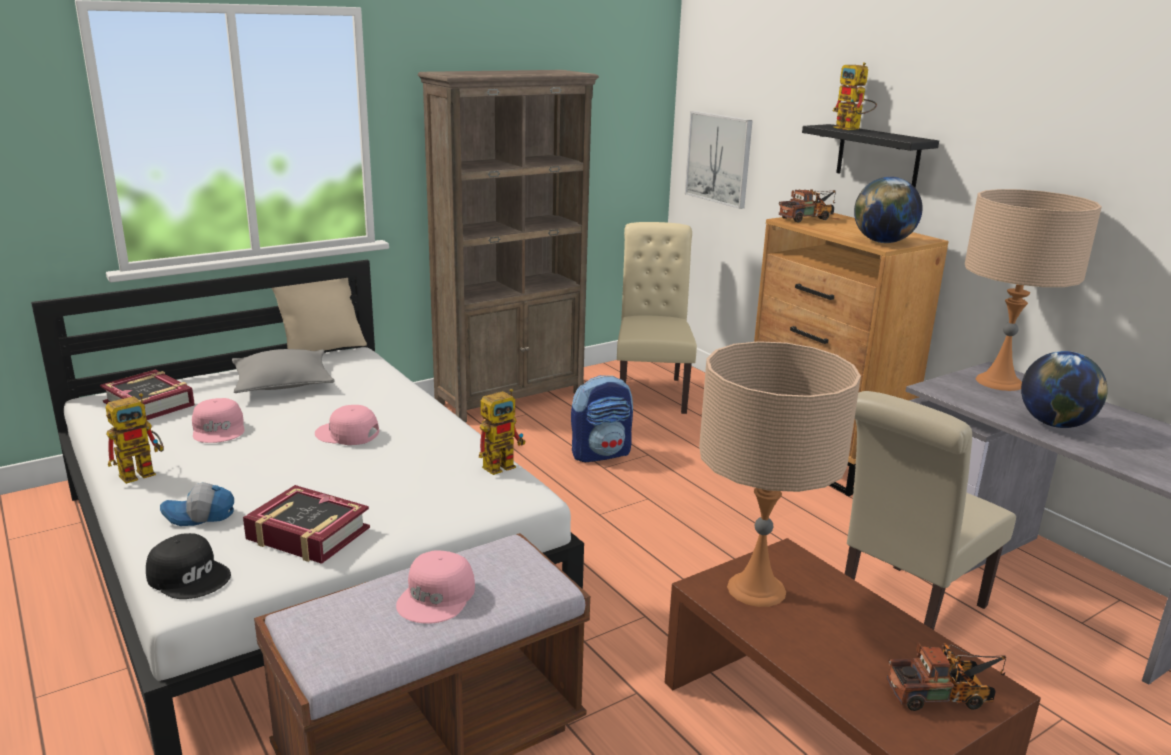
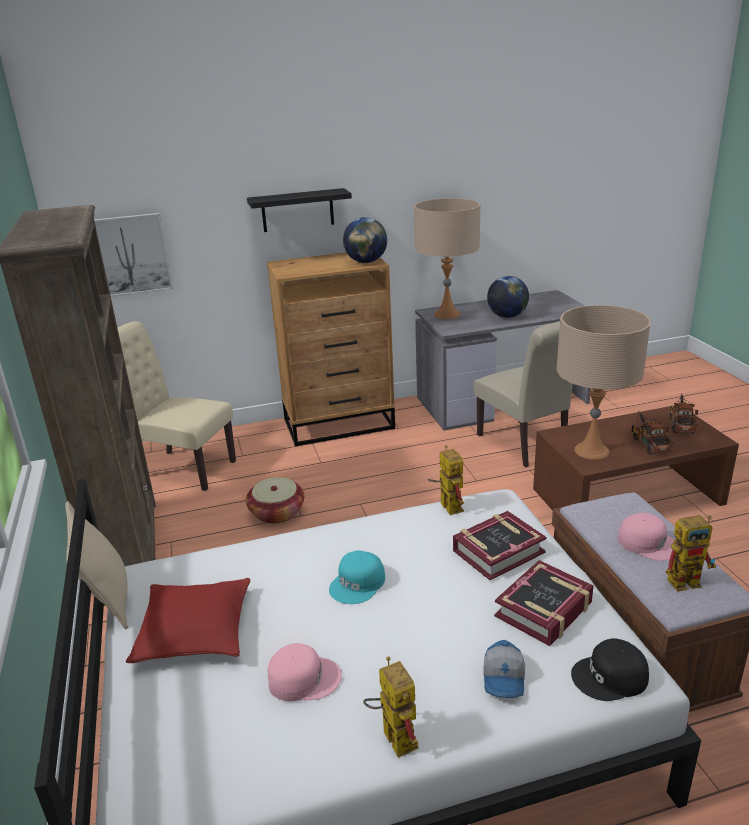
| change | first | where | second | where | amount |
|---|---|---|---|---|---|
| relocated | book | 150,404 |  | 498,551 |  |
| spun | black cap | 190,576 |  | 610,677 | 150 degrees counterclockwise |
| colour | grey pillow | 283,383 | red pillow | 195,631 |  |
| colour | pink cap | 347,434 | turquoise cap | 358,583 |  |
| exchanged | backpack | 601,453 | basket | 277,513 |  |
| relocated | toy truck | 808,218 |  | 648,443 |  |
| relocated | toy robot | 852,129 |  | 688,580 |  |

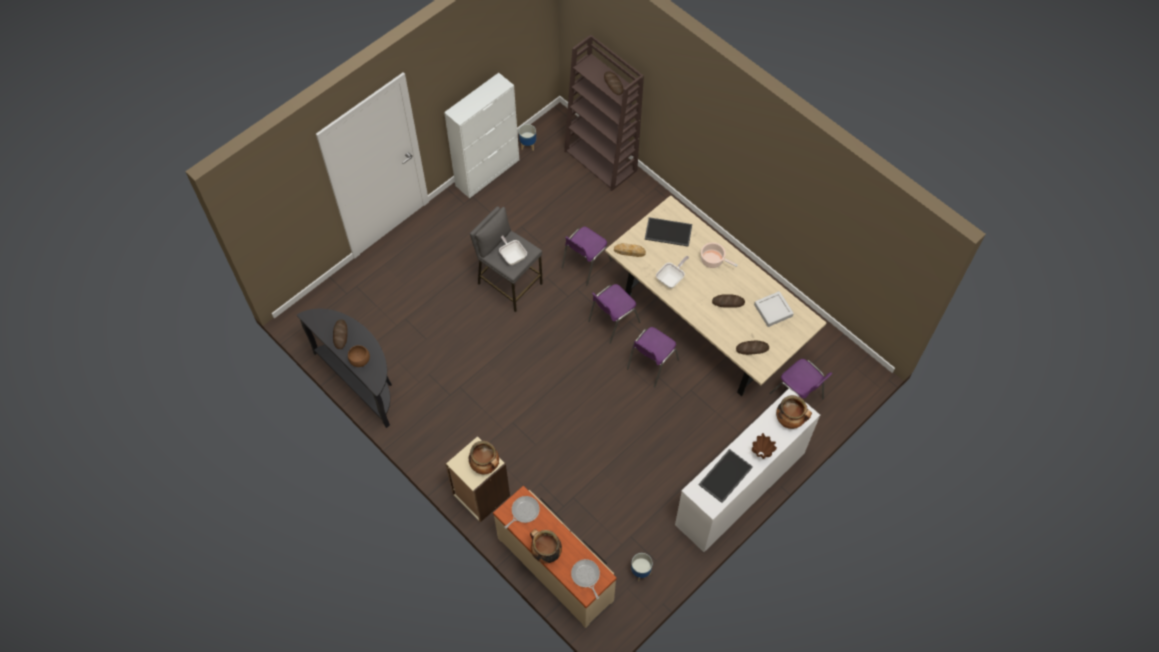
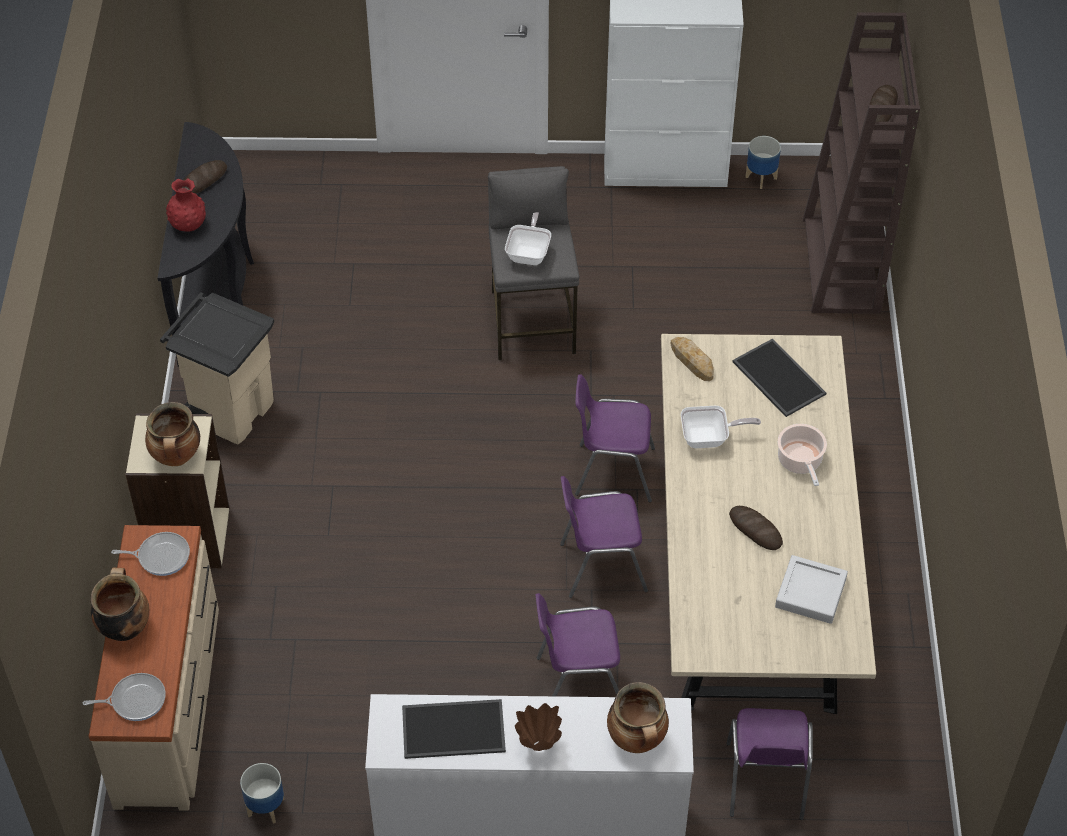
| change | first | where | second | where | amount |
|---|---|---|---|---|---|
| exchanged | brown bowl | 360,361 | red vase | 188,225 |  |
| relocated | purple chair | 585,264 |  | 578,683 |  |
| spun | frying pan | 586,576 |  | 135,700 | 60 degrees clockwise |
| missing | bread | 752,349 |  |  |  |
| appeared |  |  | beige trash can | 231,410 |  |

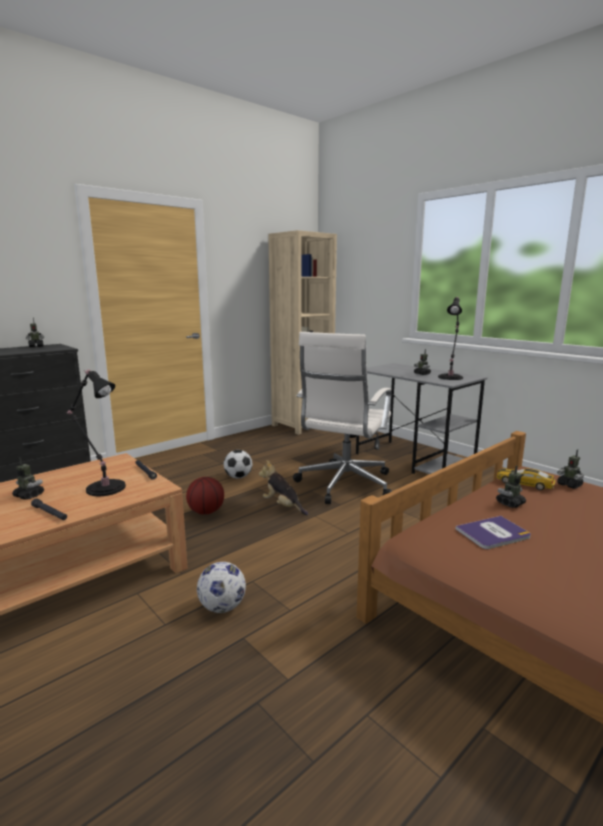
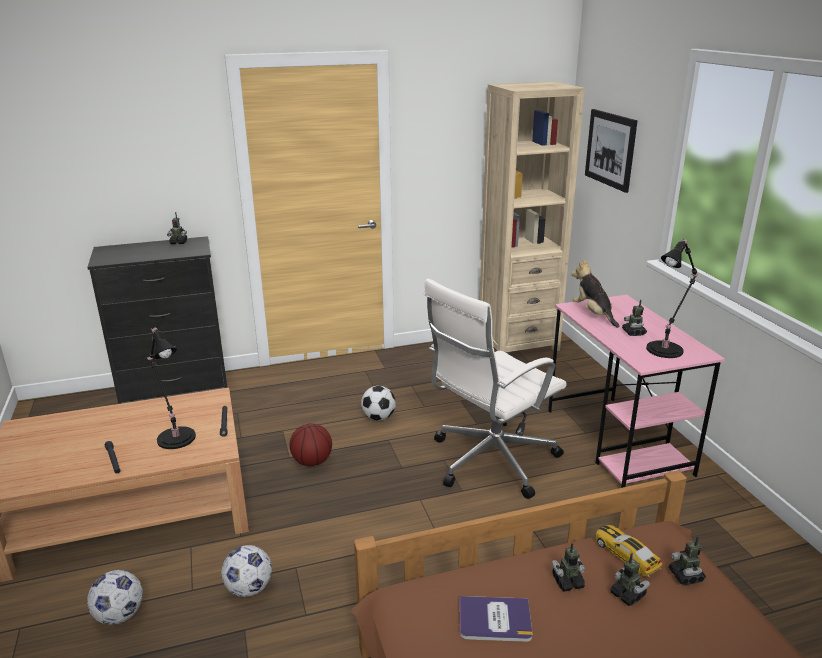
| change | first | where | second | where | amount |
|---|---|---|---|---|---|
| relocated | toy robot | 29,495 |  | 627,595 |  |
| relocated | plush toy | 283,506 |  | 593,314 |  |
| colour | grey desk | 414,460 | pink desk | 617,442 |  |
| appeared |  |  | football | 120,615 |  |
| appeared |  |  | picture | 610,149 |  |

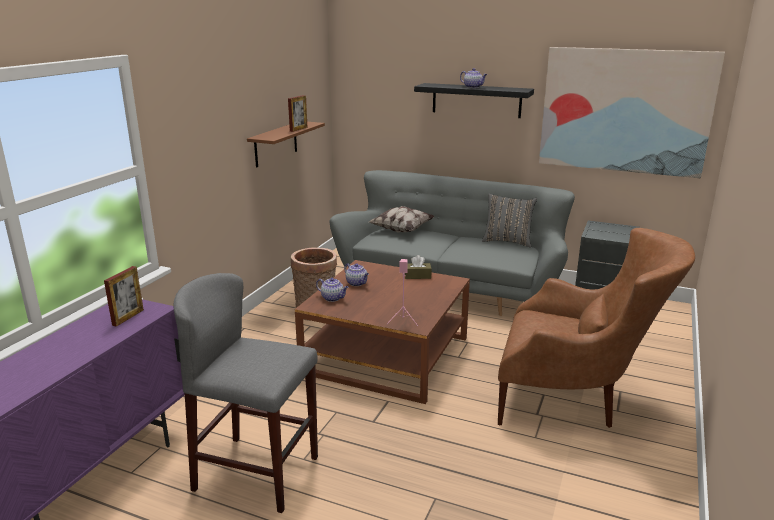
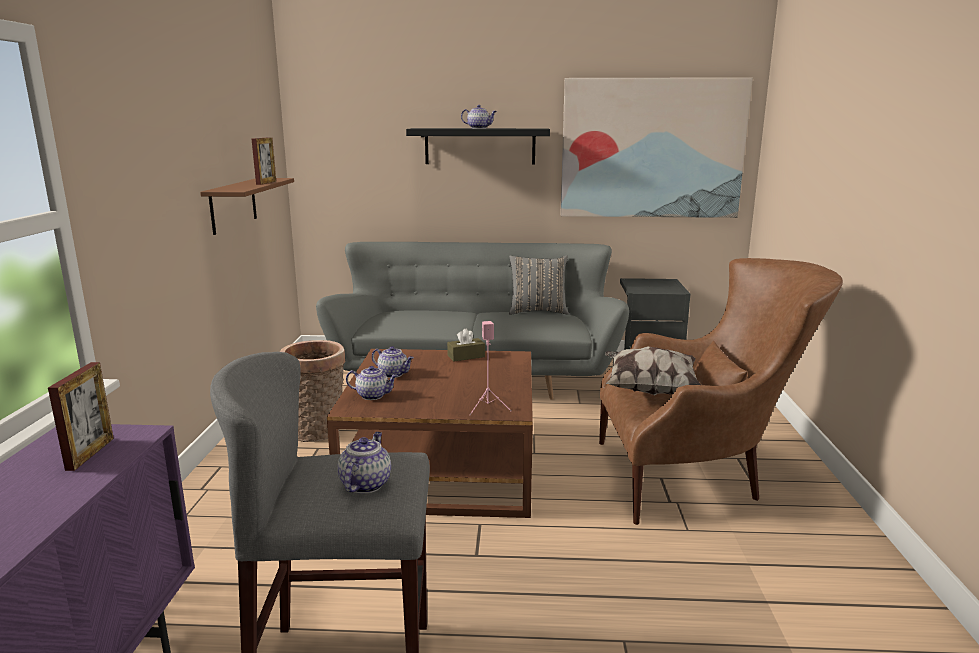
| change | first | where | second | where | amount |
|---|---|---|---|---|---|
| relocated | pillow | 401,230 |  | 650,390 |  |
| appeared |  |  | teapot | 365,484 |  |

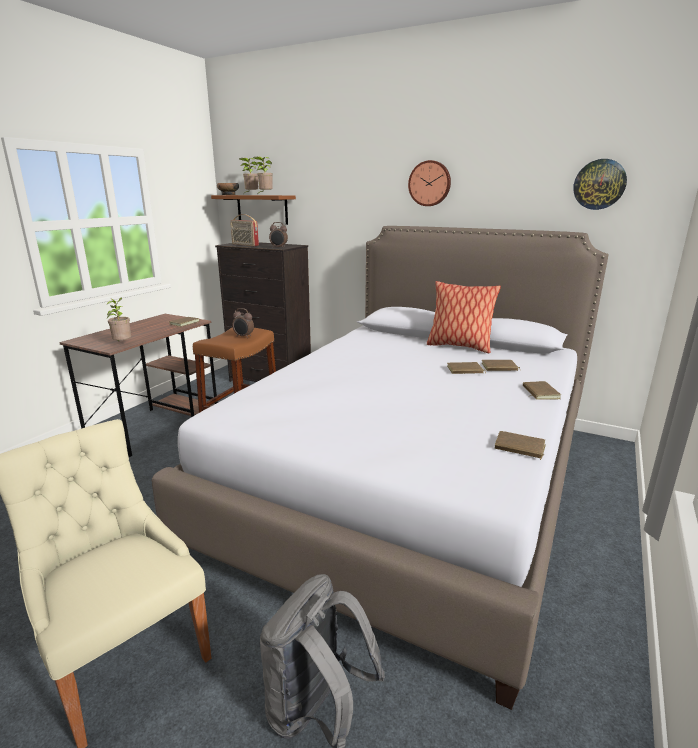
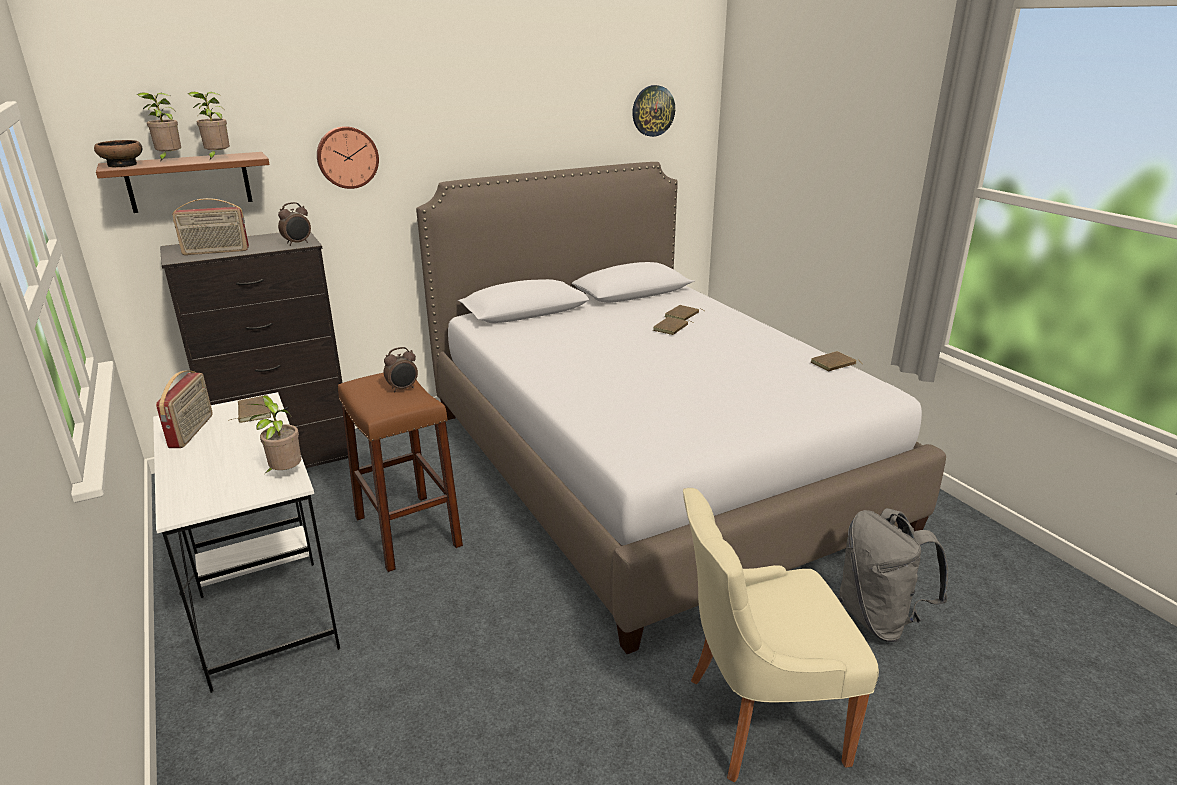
| change | first | where | second | where | amount |
|---|---|---|---|---|---|
| colour | brown desk | 156,423 | white desk | 262,600 |  |
| relocated | wall clock | 430,183 |  | 347,157 |  |
| missing | pillow | 459,346 |  |  |  |
| missing | brown book | 539,392 |  |  |  |
| appeared |  |  | radio | 192,431 |  |

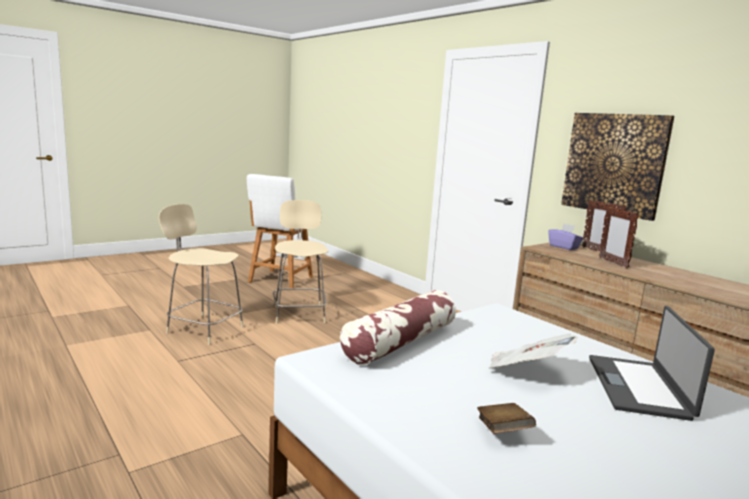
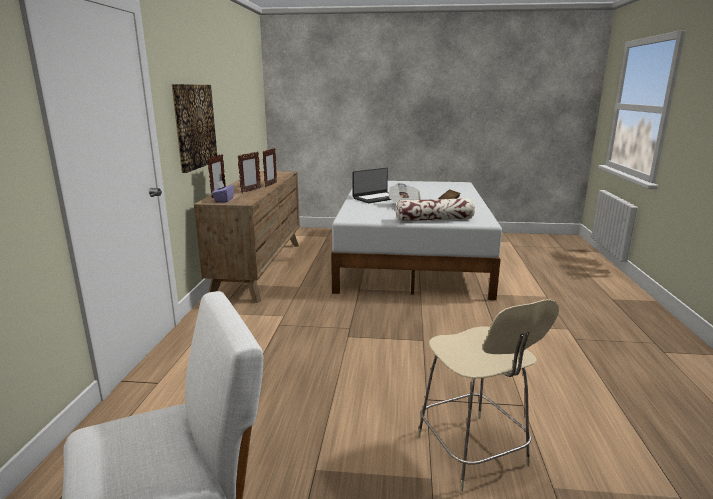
| change | first | where | second | where | amount |
|---|---|---|---|---|---|
| missing | beige chair | 299,313 |  |  |  |
| appeared |  |  | picture frame | 270,185 |  |

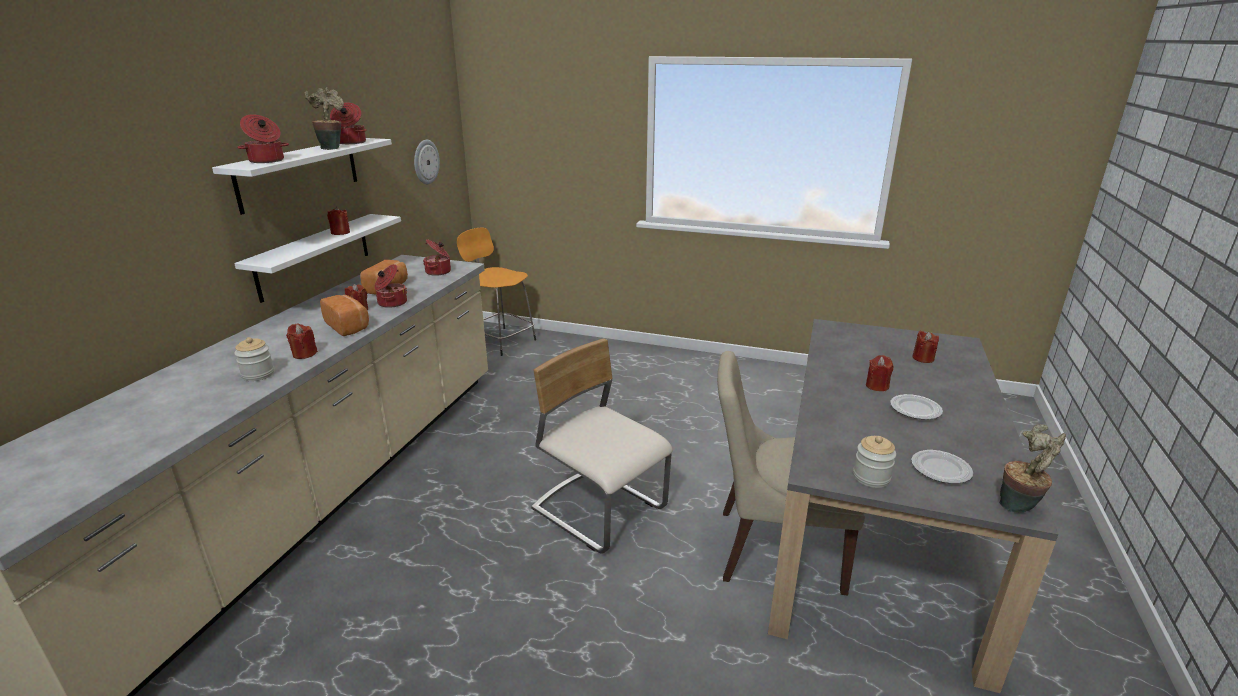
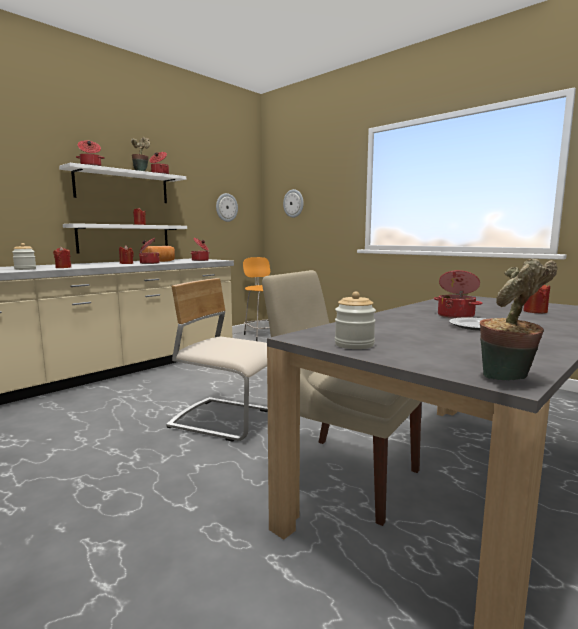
| change | first | where | second | where | amount |
|---|---|---|---|---|---|
| missing | bread | 348,326 |  |  |  |
| spun | beige chair | 599,510 |  | 225,419 | 45 degrees counterclockwise |
| exchanged | red candle | 877,386 | cooking pot | 456,316 |  |
| missing | plate | 941,469 |  |  |  |
| appeared |  |  | wall clock | 293,203 |  |

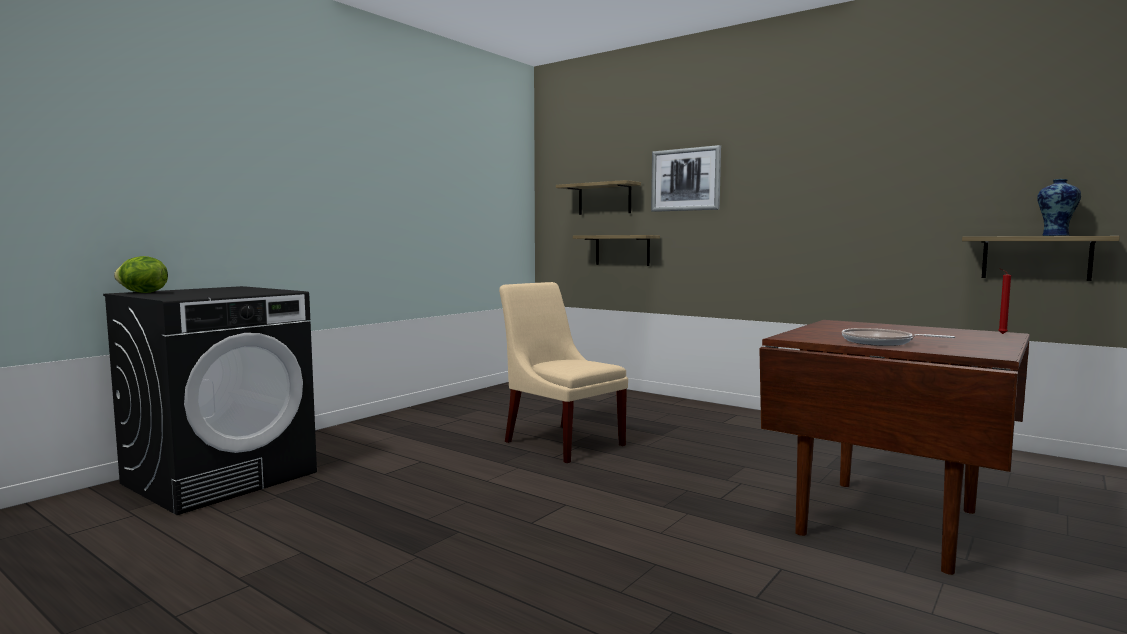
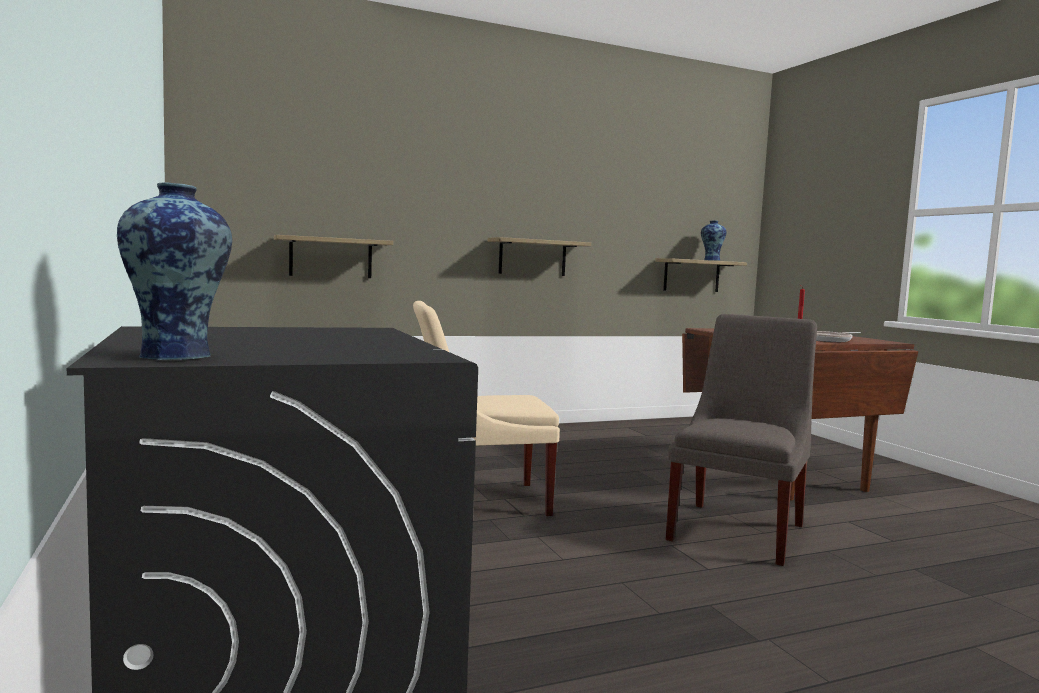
| change | first | where | second | where | amount |
|---|---|---|---|---|---|
| exchanged | lettuce | 142,293 | vase | 178,355 |  |
| relocated | shelf | 604,199 |  | 532,257 |  |
| missing | picture | 685,179 |  |  |  |
| appeared |  |  | grey chair | 739,530 |  |

